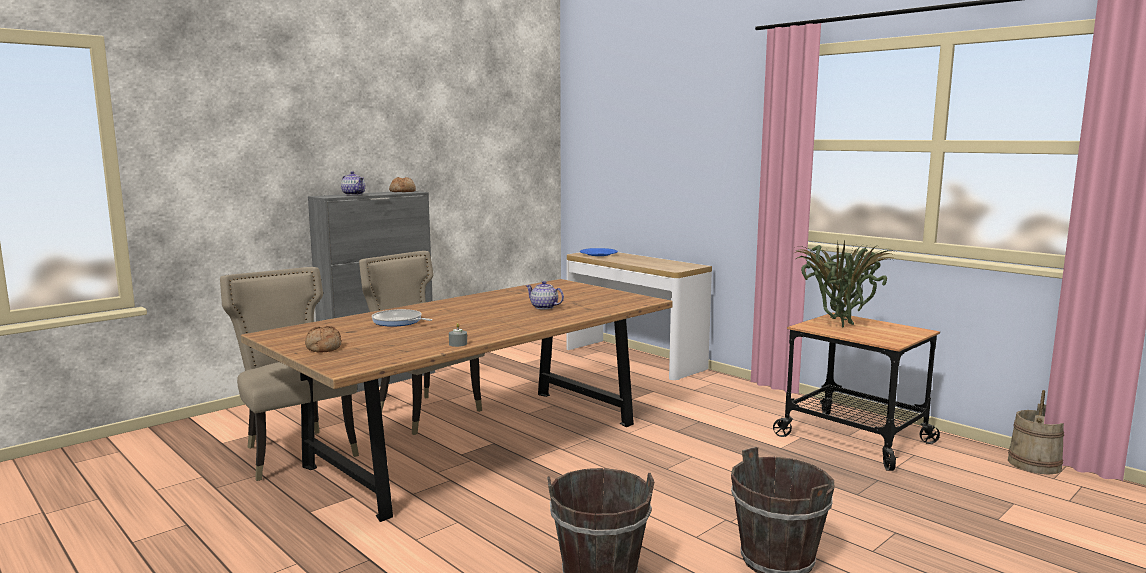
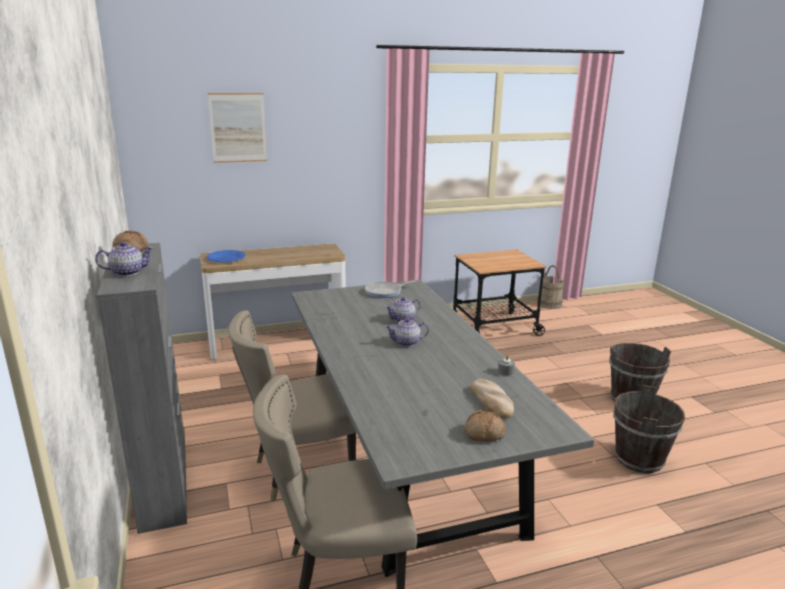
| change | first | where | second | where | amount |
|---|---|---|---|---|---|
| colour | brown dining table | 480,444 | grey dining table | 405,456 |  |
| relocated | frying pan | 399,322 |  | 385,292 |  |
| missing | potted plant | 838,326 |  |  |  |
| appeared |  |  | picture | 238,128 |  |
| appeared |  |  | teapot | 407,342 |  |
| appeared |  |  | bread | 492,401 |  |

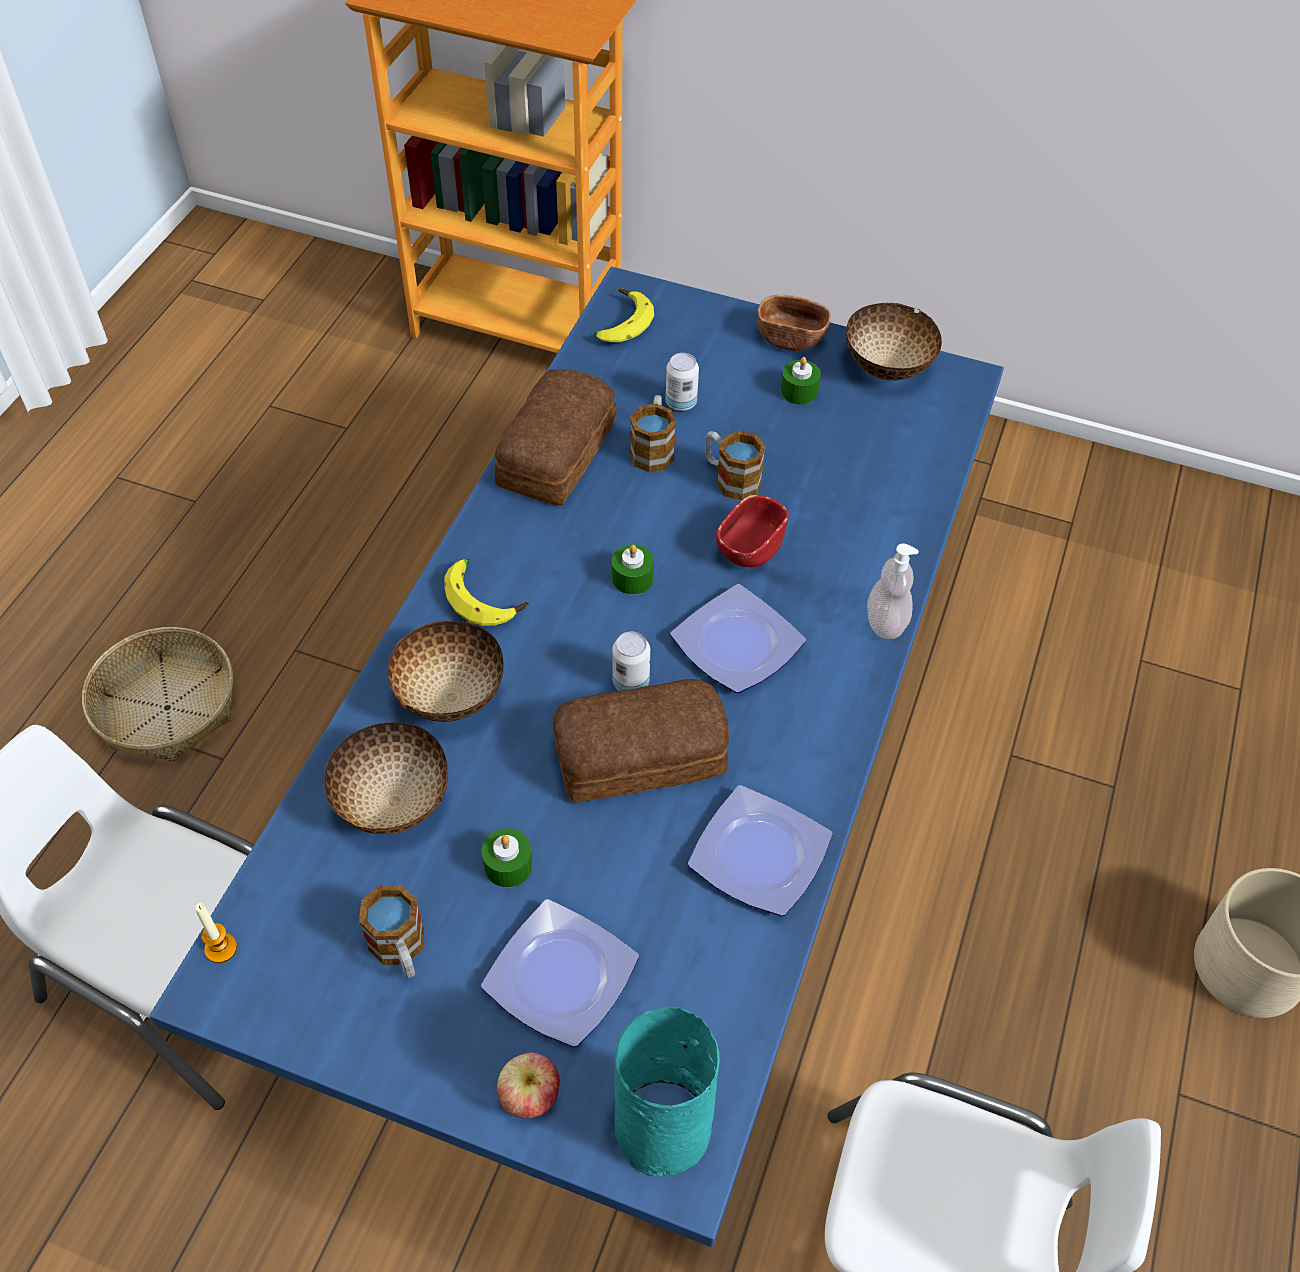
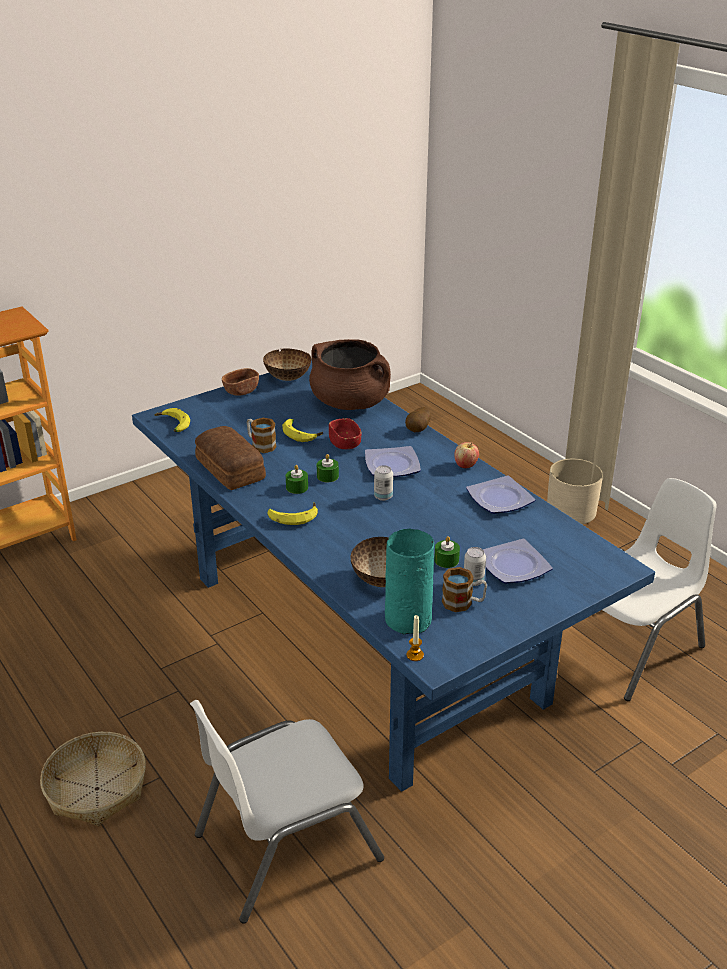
| change | first | where | second | where | amount |
|---|---|---|---|---|---|
| missing | bowl | 450,695 |  |  |  |
| relocated | apple | 530,1097 |  | 465,465 |  |
| missing | bread | 643,757 |  |  |  |
| relocated | turquoise vase | 665,1127 |  | 408,618 |  |
| relocated | can | 681,402 |  | 473,581 |  |
| exchanged | mug | 730,478 | banana | 301,434 |  |
| relocated | green candle | 799,391 |  | 297,487 |  |
| exchanged | soap dispenser | 886,622 | potato | 418,430 |  |
| appeared |  |  | brown cooking pot | 350,403 |  |

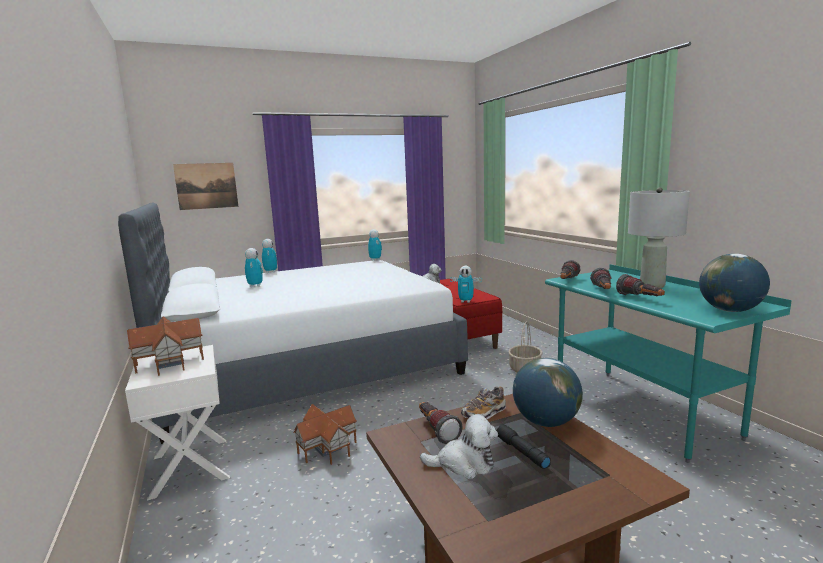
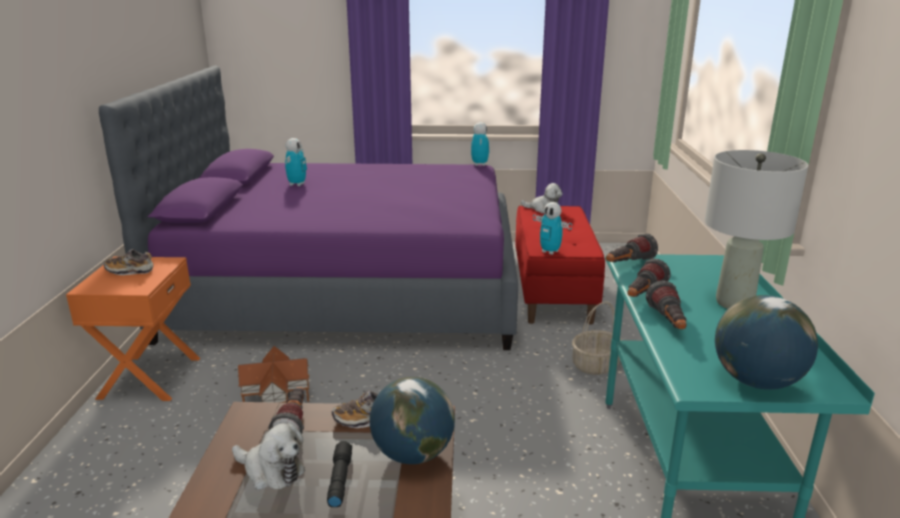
| change | first | where | second | where | amount |
|---|---|---|---|---|---|
| colour | white bed | 307,365 | purple bed | 349,288 |  |
| colour | white nightstand | 188,467 | orange nightstand | 148,377 |  |
| exchanged | toy house | 171,362 | shoe | 130,271 |  |
| missing | picture | 206,186 |  |  |  |
| missing | toy robot | 270,272 |  |  |  |

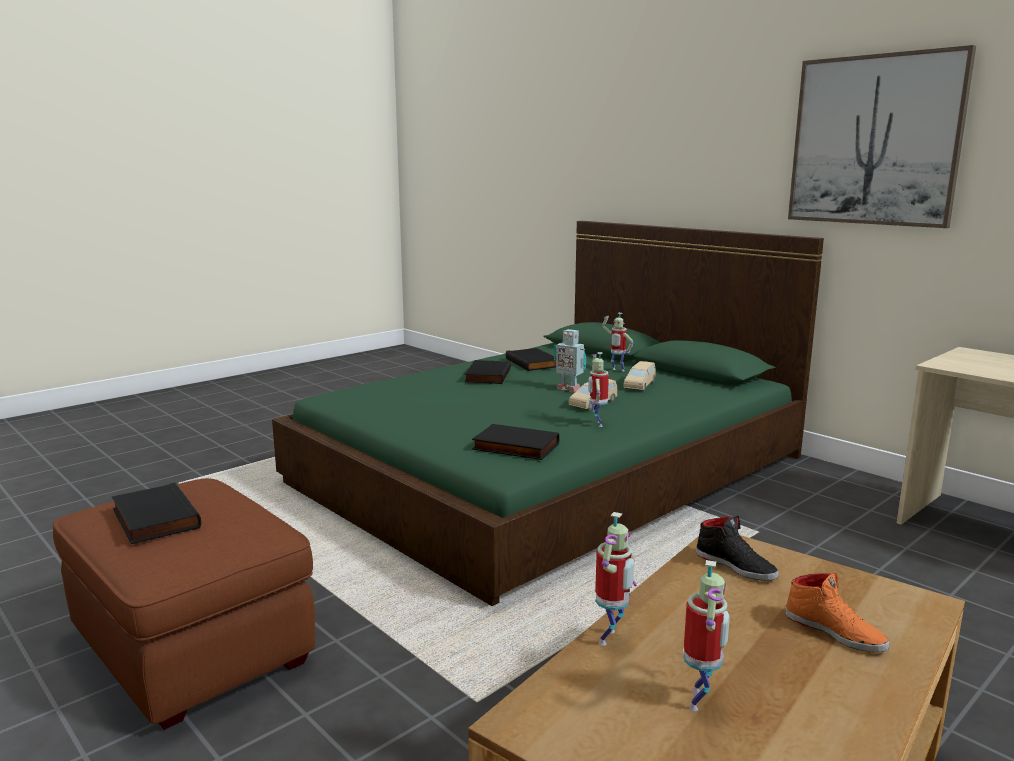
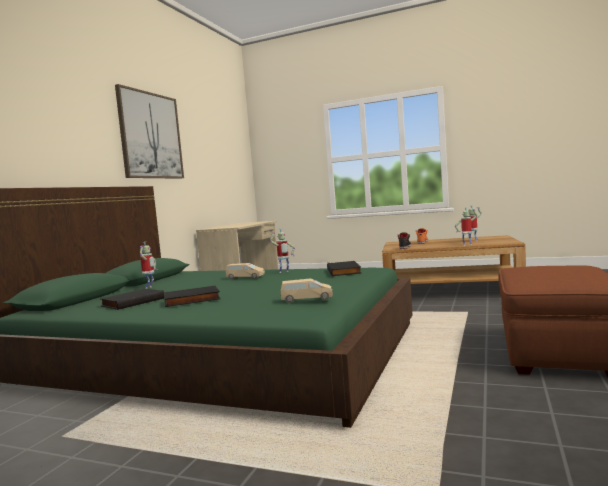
| change | first | where | second | where | amount |
|---|---|---|---|---|---|
| missing | black book | 153,519 |  |  |  |
| missing | toy robot | 568,389 |  |  |  |
| relocated | beige toy car | 640,385 |  | 307,299 |  |

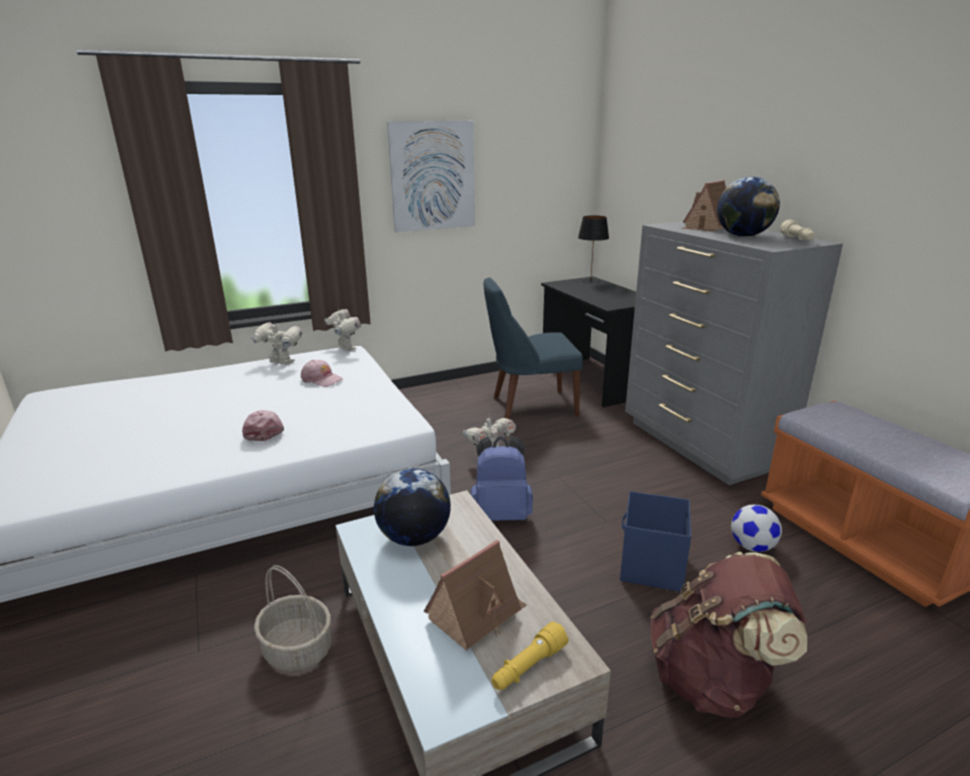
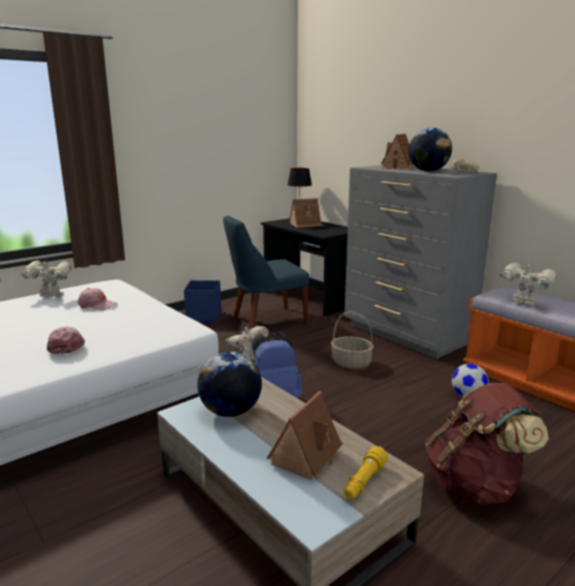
| change | first | where | second | where | amount |
|---|---|---|---|---|---|
| relocated | basket | 298,650 |  | 351,363 |  |
| relocated | toy robot | 345,348 |  | 523,304 |  |
| missing | picture | 433,176 |  |  |  |
| relocated | blue storage box | 651,567 |  | 203,317 |  |
| appeared |  |  | toy house | 306,225 |  |

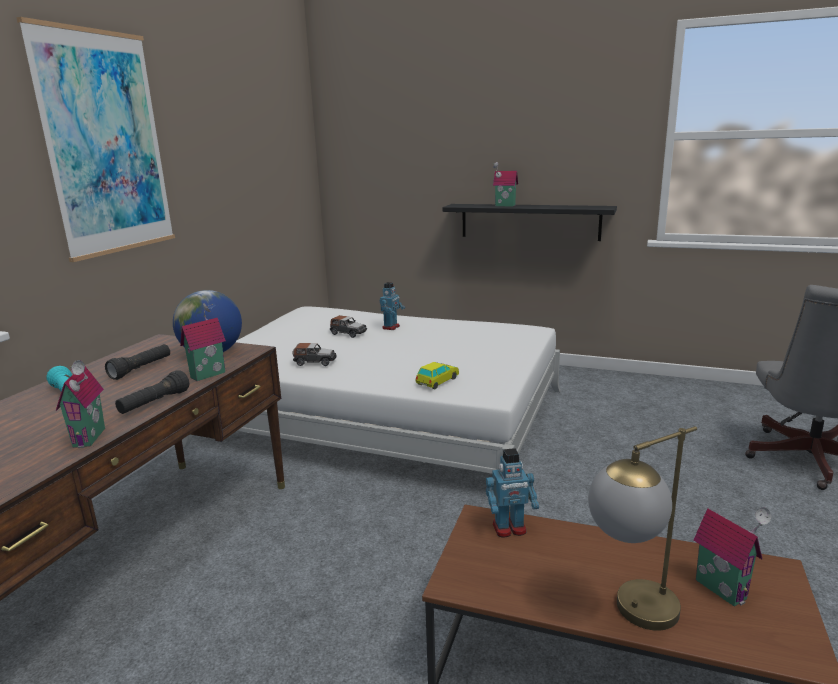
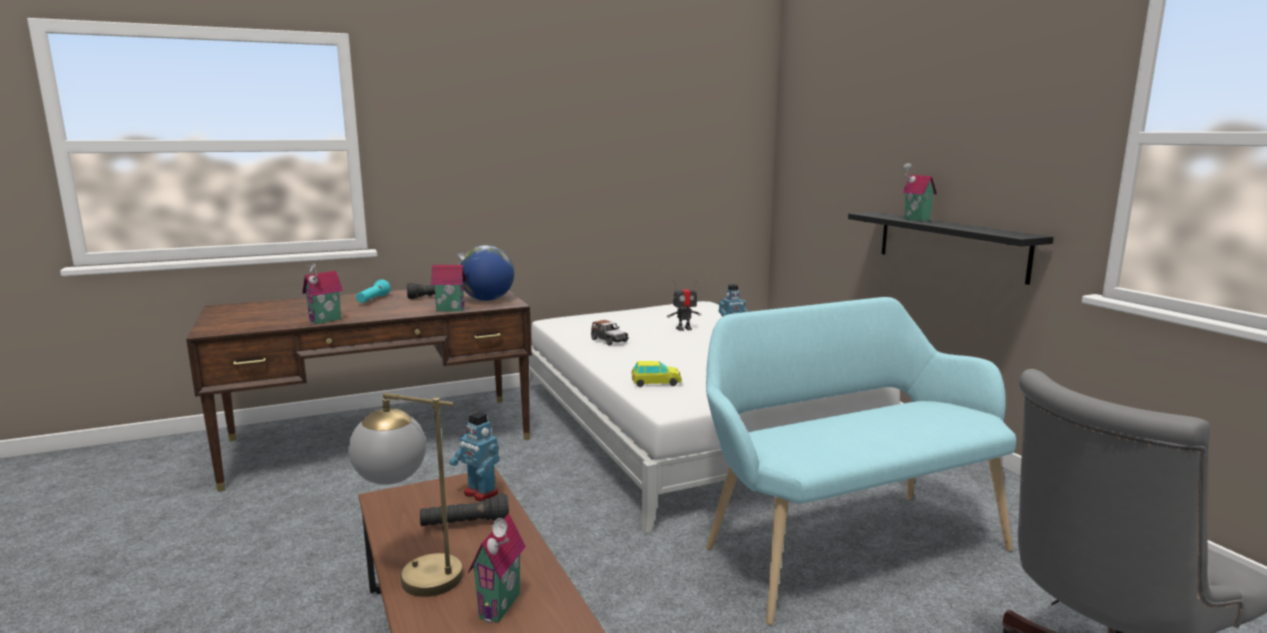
| change | first | where | second | where | amount |
|---|---|---|---|---|---|
| missing | picture | 105,144 |  |  |  |
| relocated | black flashlight | 154,403 |  | 465,524 |  |
| exchanged | toy car | 348,333 | toy robot | 684,329 |  |
| appeared |  |  | turquoise bench | 845,544 |  |

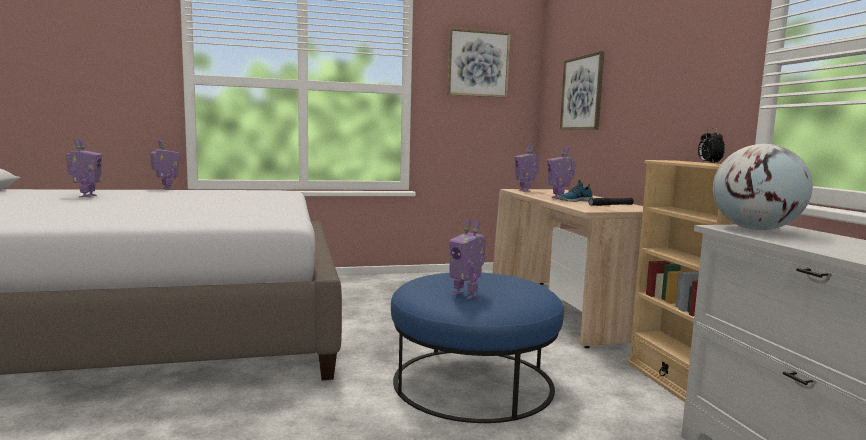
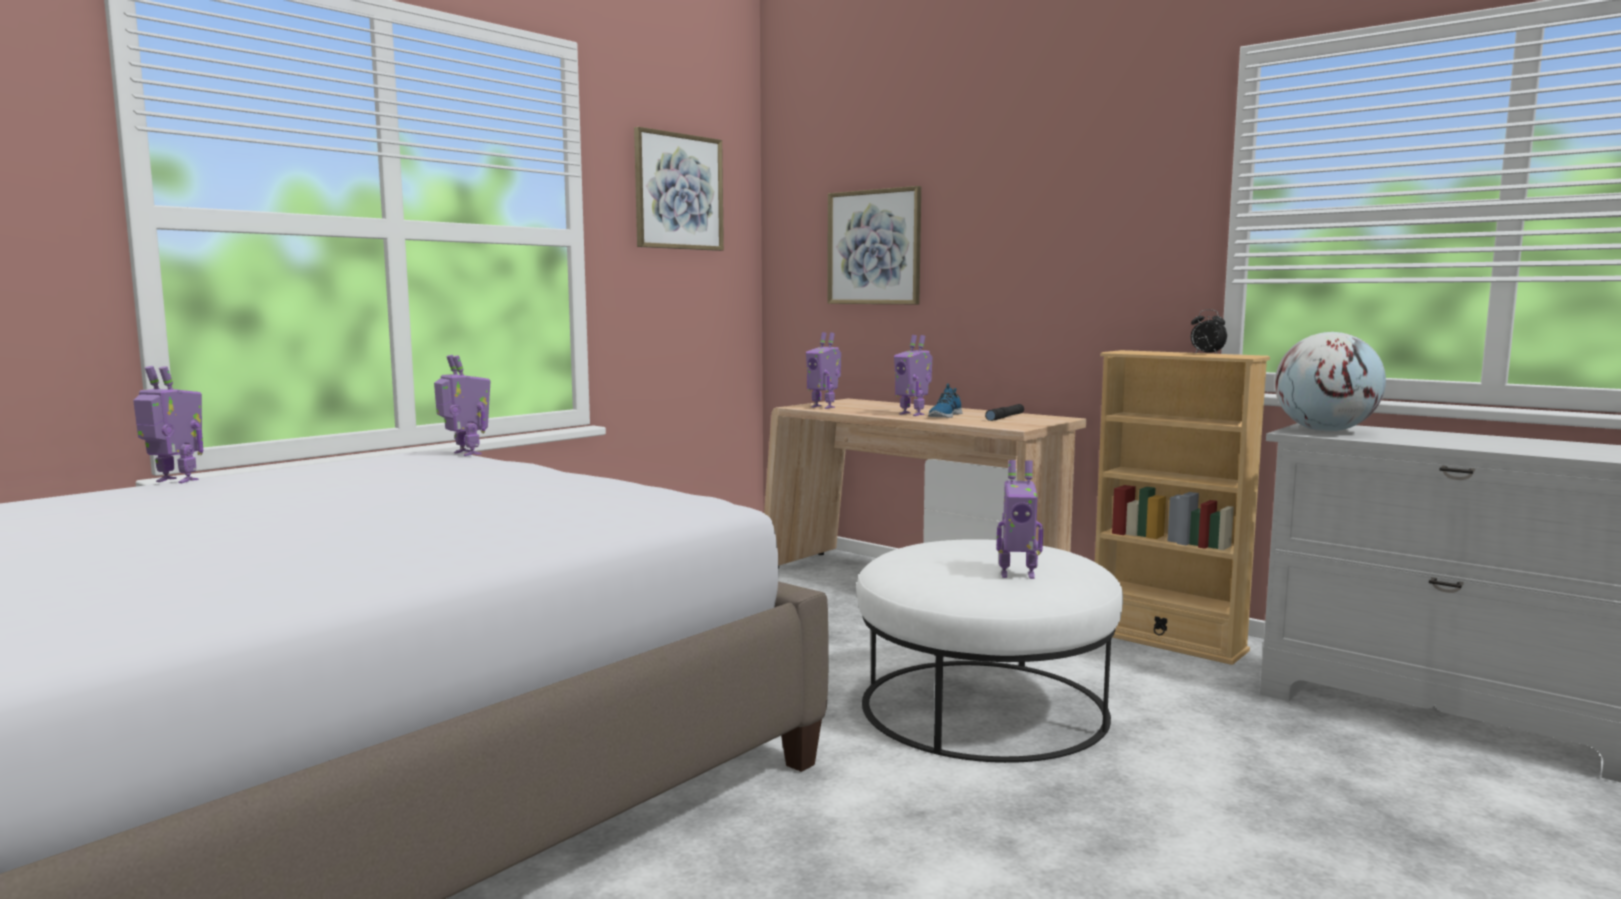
| change | first | where | second | where | amount |
|---|---|---|---|---|---|
| relocated | toy robot | 86,196 |  | 465,453 |  |
| colour | blue ottoman | 473,382 | white ottoman | 984,706 |  |

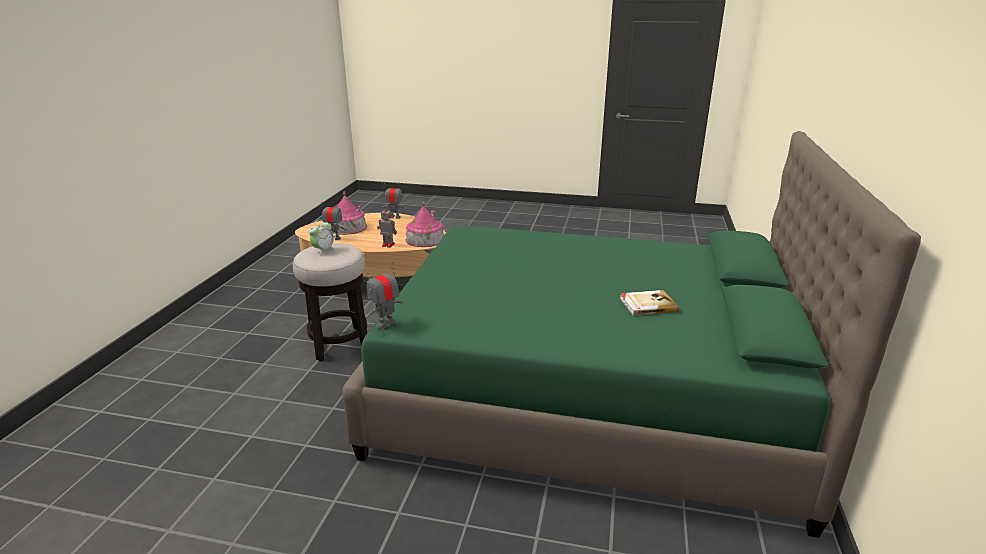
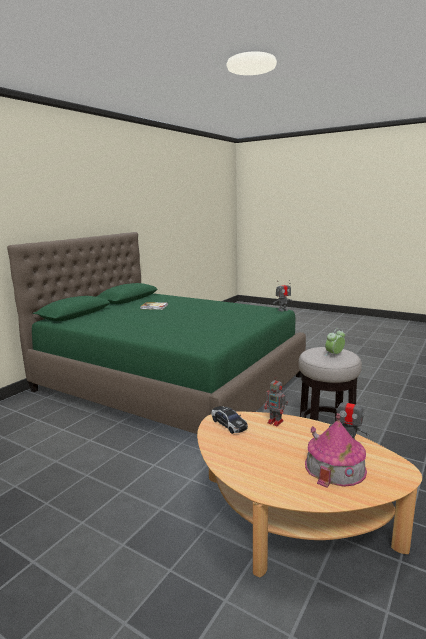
| change | first | where | second | where | amount |
|---|---|---|---|---|---|
| missing | toy robot | 395,217 |  |  |  |
| exchanged | toy house | 425,239 | toy car | 229,424 |  |

